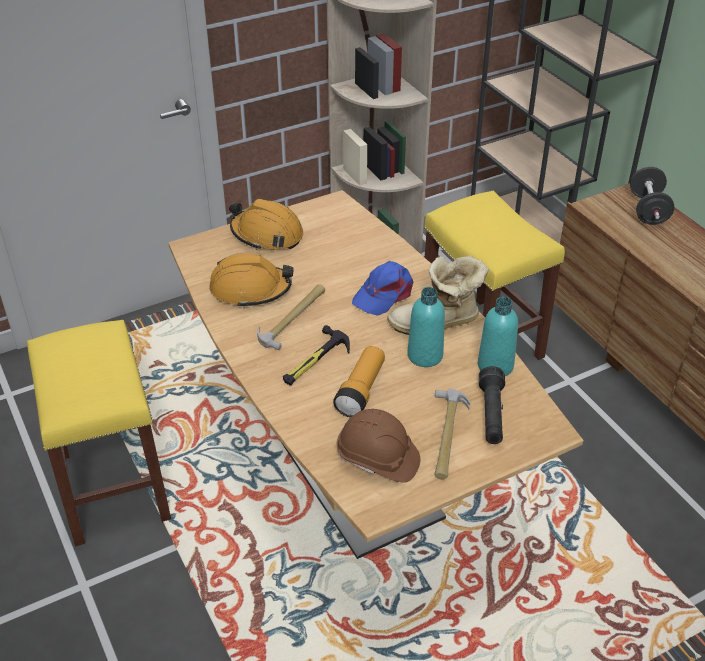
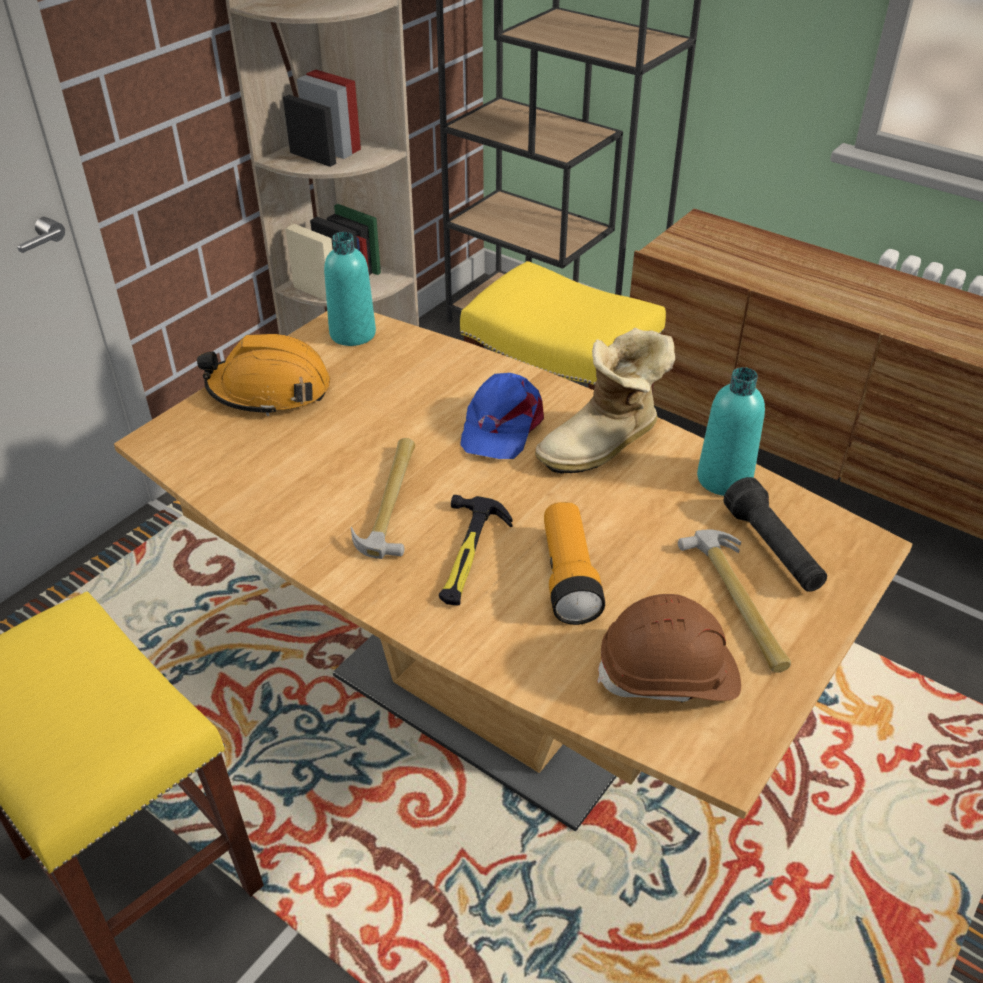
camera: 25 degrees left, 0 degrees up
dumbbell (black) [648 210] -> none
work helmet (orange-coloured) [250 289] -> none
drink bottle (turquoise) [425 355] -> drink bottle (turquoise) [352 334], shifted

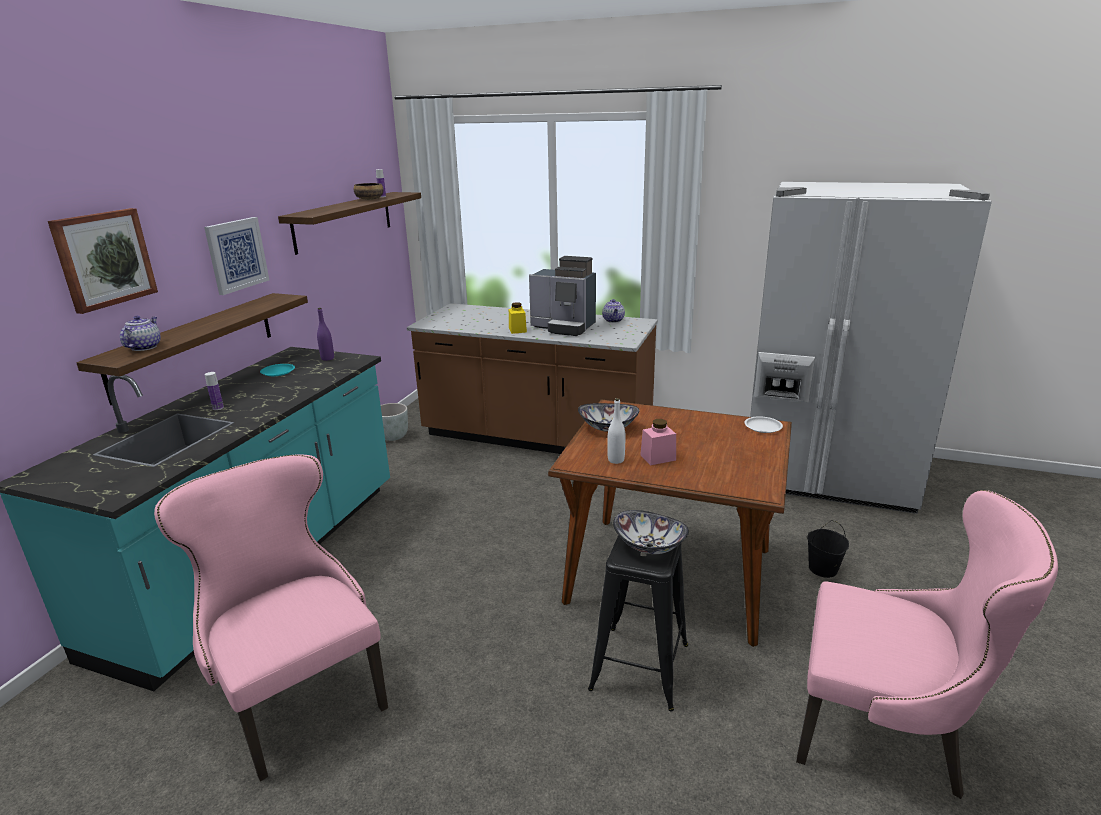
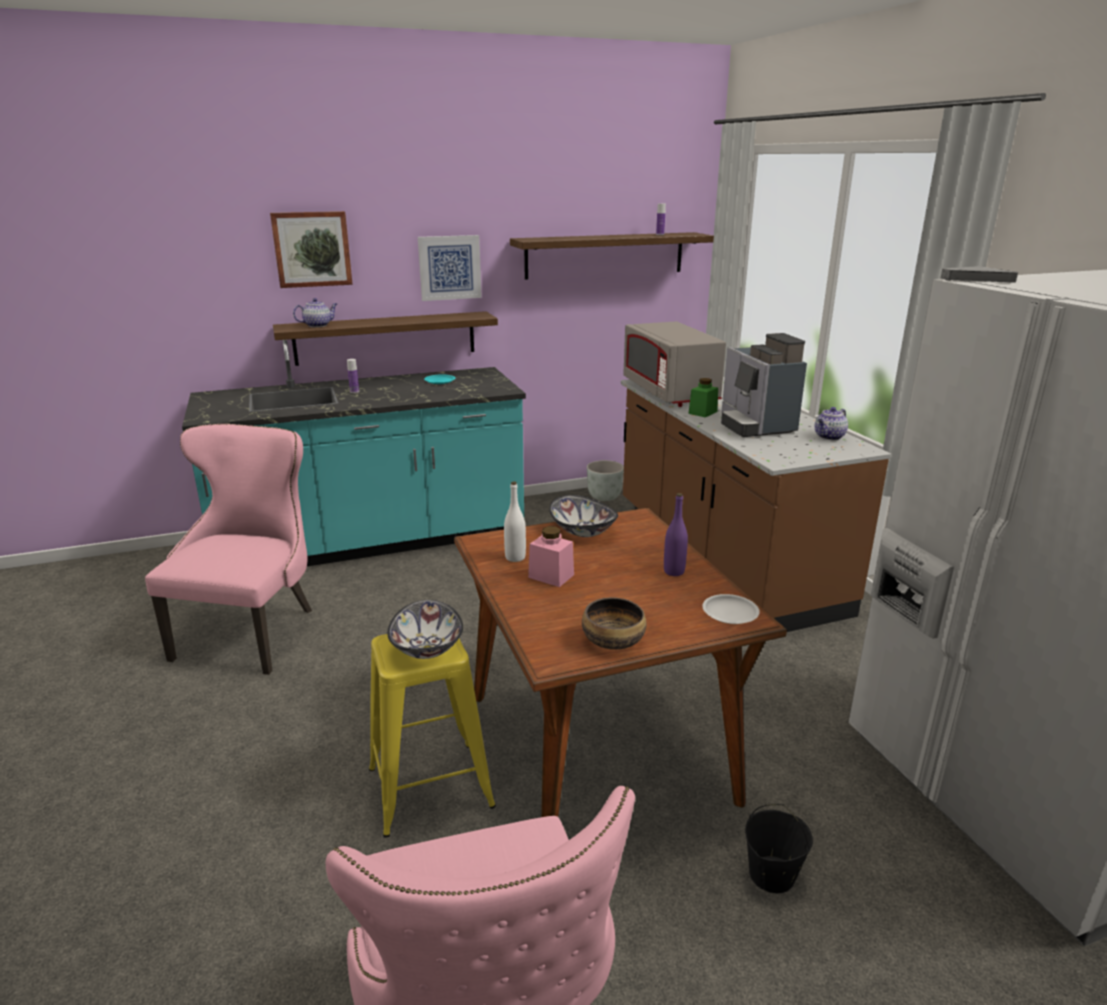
camera: 50 degrees right, 0 degrees up
bowl [369 199] -> bowl [613 639], shifted
jar (yellowish) [517 330] -> jar (greenish) [702 412]
drink bottle (purplish) [327 358] -> drink bottle (purplish) [674 571], shifted
sitting stool (black) [639 666] -> sitting stool (yellowish) [430 787]
none -> microwave oven (greyish) [669 392]

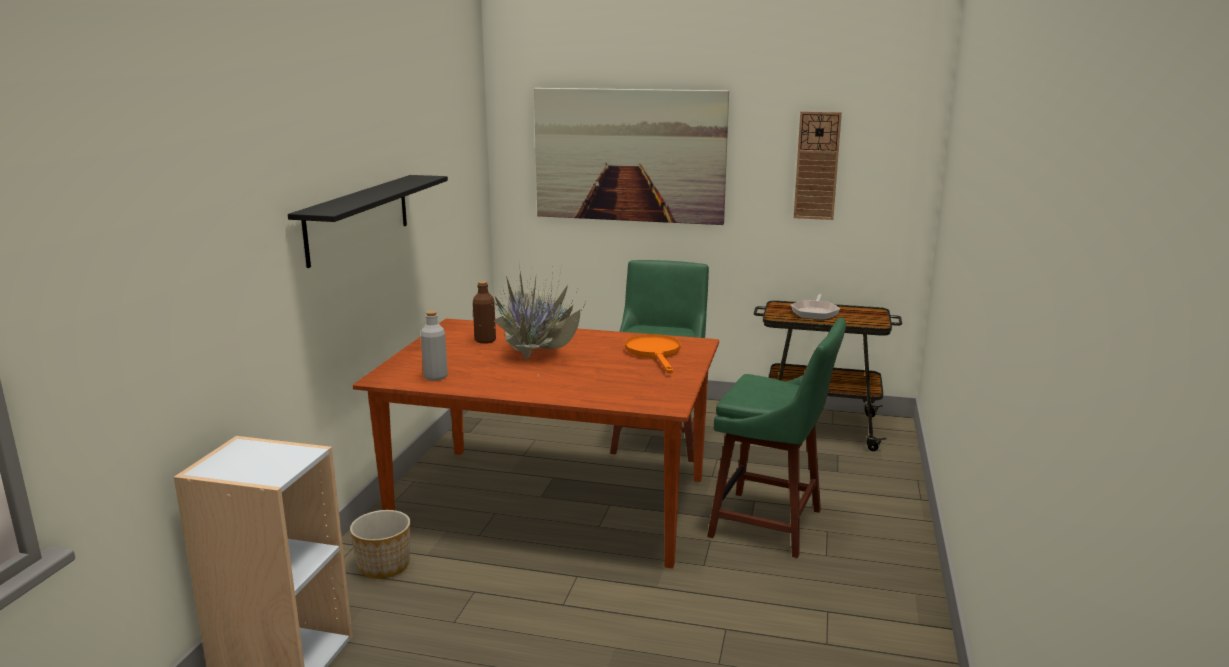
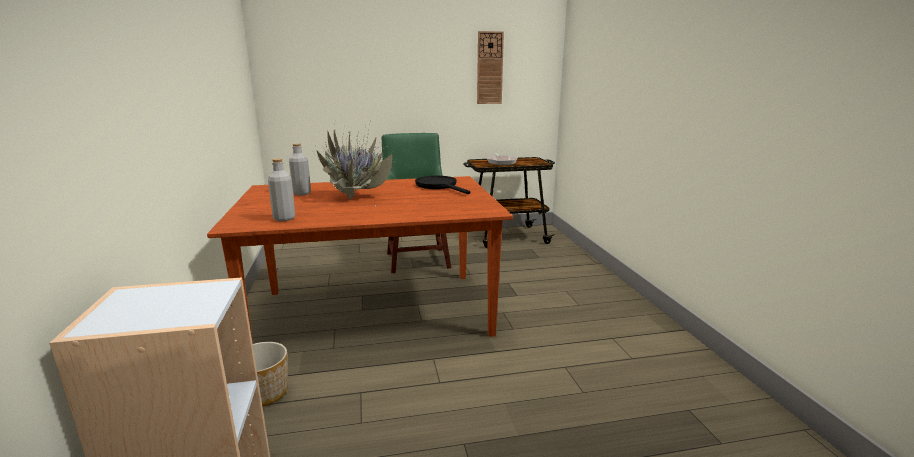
camera: 25 degrees left, 0 degrees up
picture [629 155] -> none
shelf (black) [358 218] -> none
drink bottle (brown-coloured) [485 340] -> drink bottle (greyish) [301 193]
upright chair (greenish) [772 524] -> none
pan (orange-coloured) [655 353] -> pan (black) [439 186]

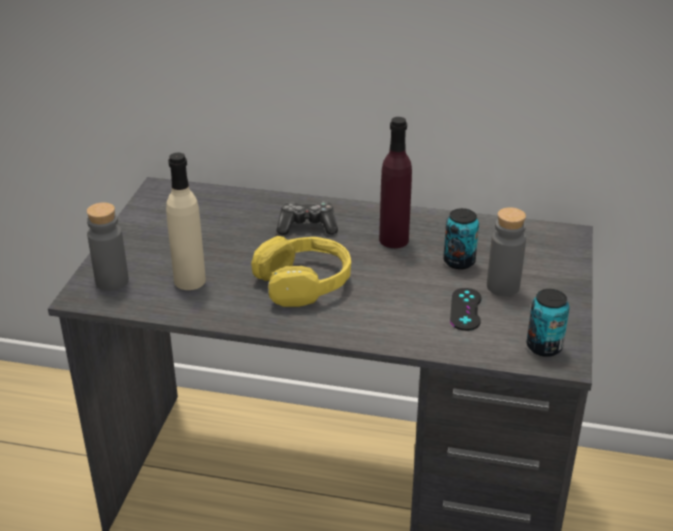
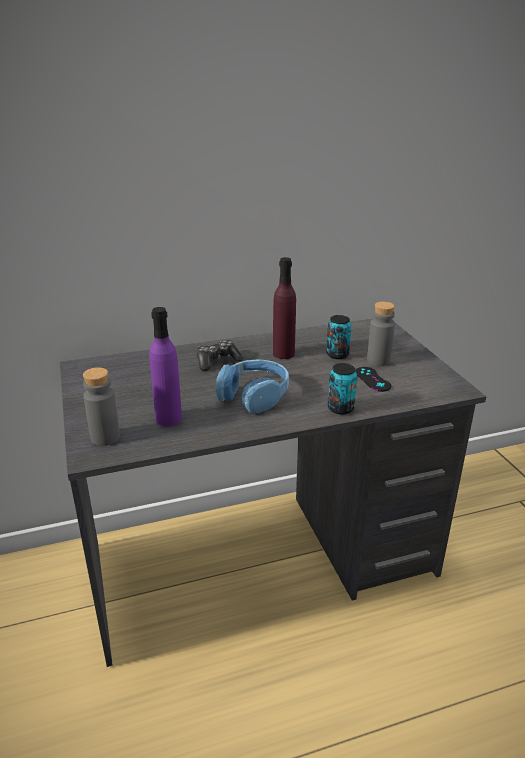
camera: 30 degrees left, 5 degrees down
drink bottle (beige) [190 281] -> drink bottle (purplish) [168 418]
pair of headphones (yellowish) [304 283] -> pair of headphones (blue) [254 395]
sealed can [544 347] -> sealed can [340 408], shifted

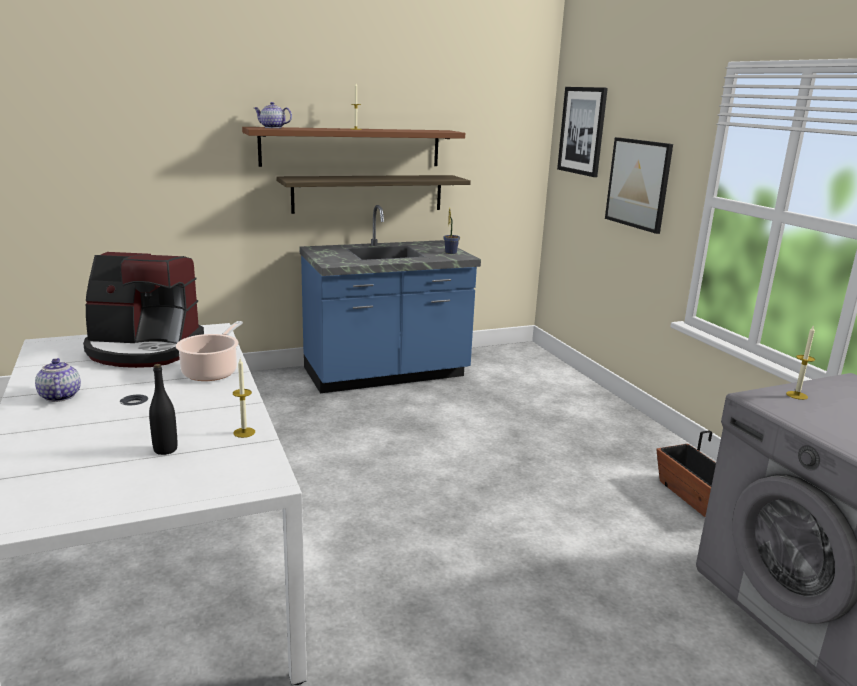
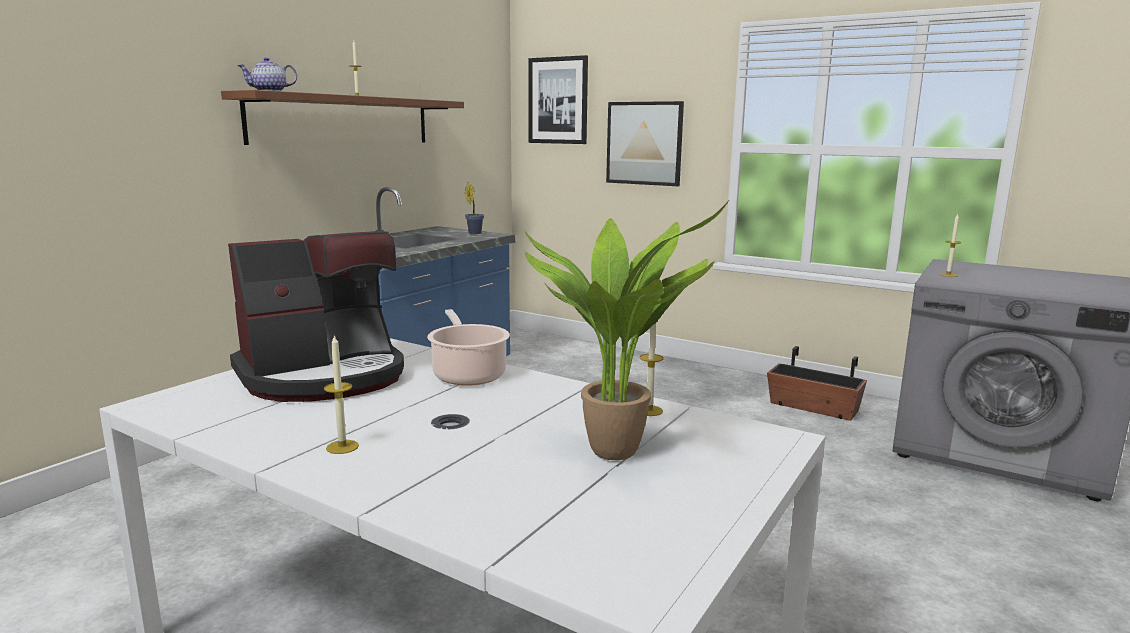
camera: 35 degrees left, 5 degrees down
shelf [368 193] -> none
teapot [59 396] -> candle [342 447]
drink bottle (black) [165 450] -> houseplant [619 449]

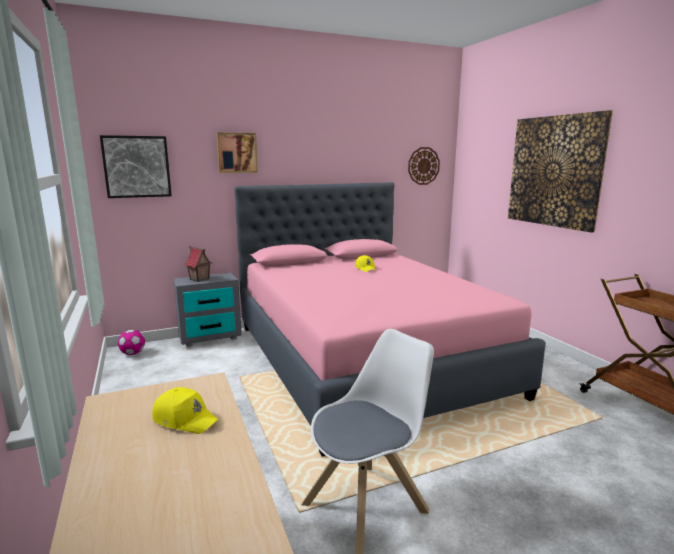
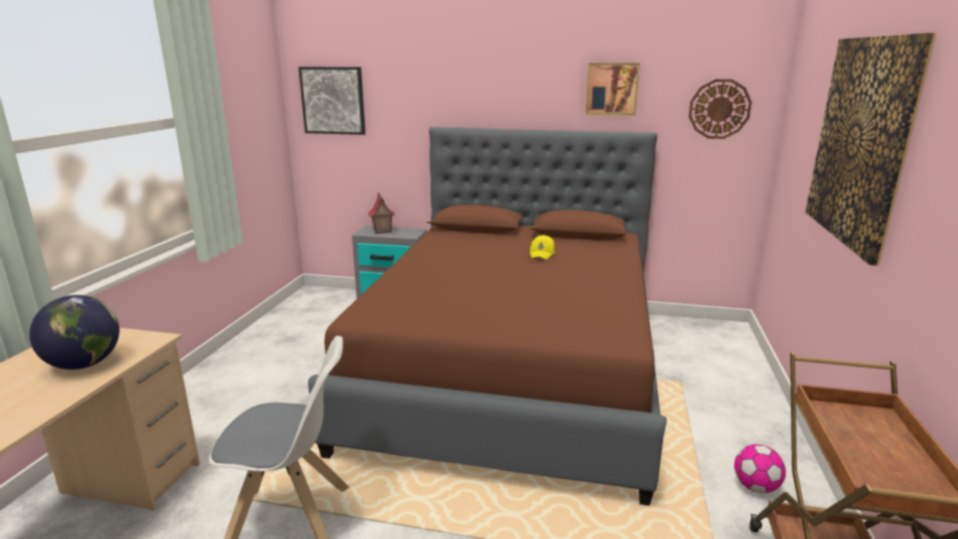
camera: 35 degrees right, 5 degrees up
picture [237 153] -> picture [612 88], shifted
sleeping bed (pink-coloured) [365 358] -> sleeping bed (brown-coloured) [512 370]
football ball [133 353] -> football ball [755 487], shifted
cap (yellowish) [185 419] -> globe [85 364]

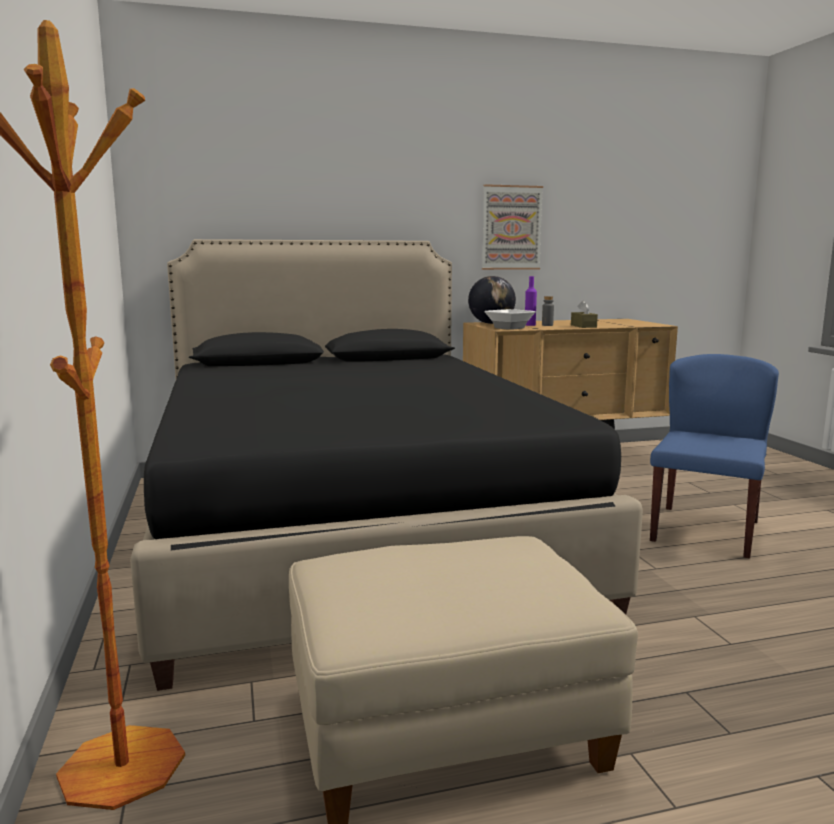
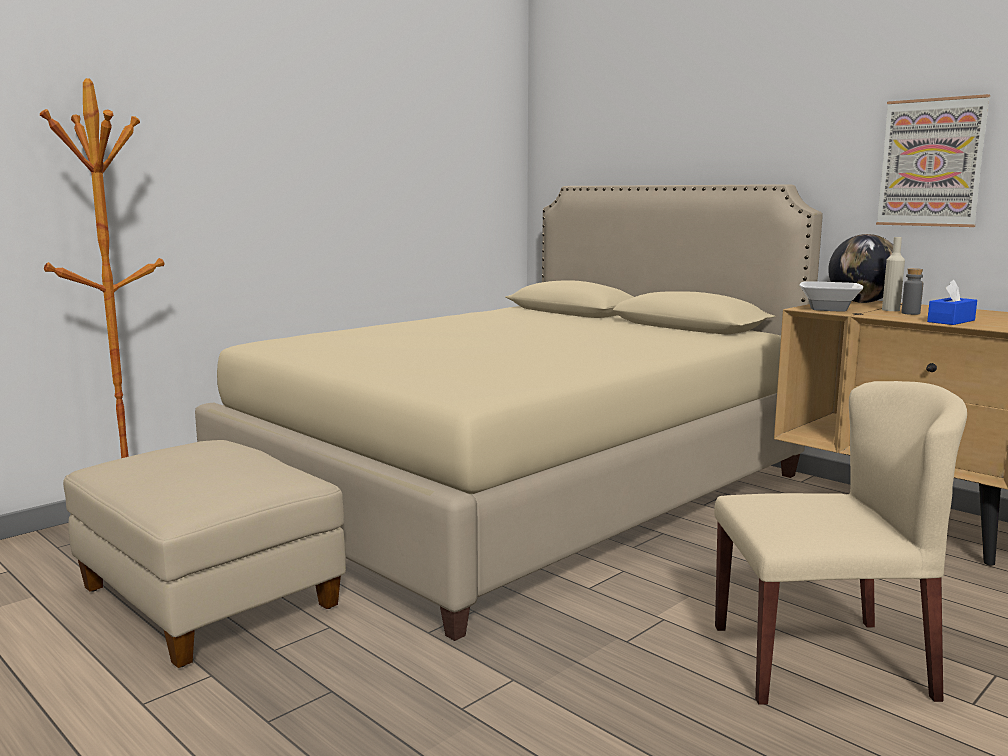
camera: 60 degrees right, 0 degrees up
sleeping bed (black) [351 531] -> sleeping bed (beige) [519 491]
drink bottle (purplish) [530 325] -> drink bottle (beige) [890 310]
tissue holder (brown-coloured) [583 326] -> tissue holder (blue) [951 321]
upright chair (blue) [704 530] -> upright chair (beige) [821 660]

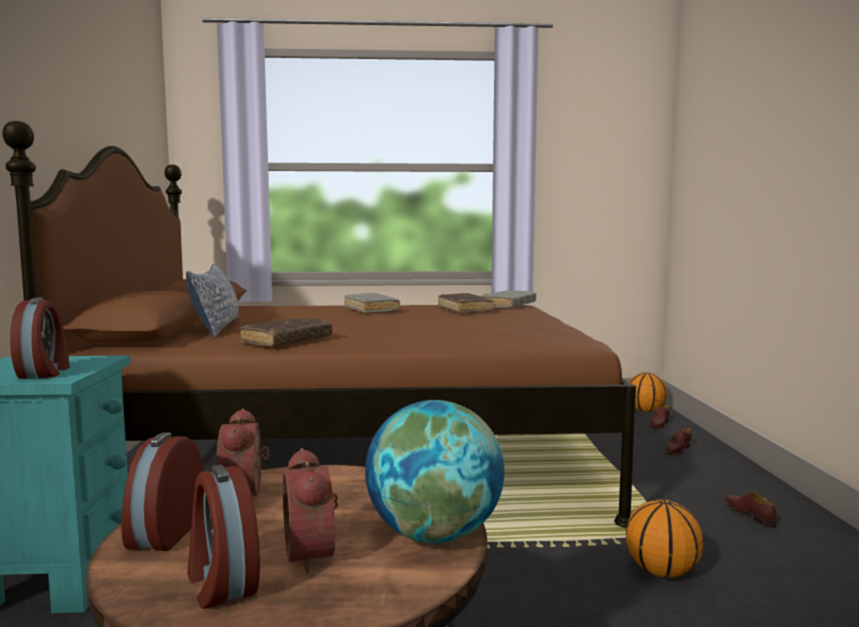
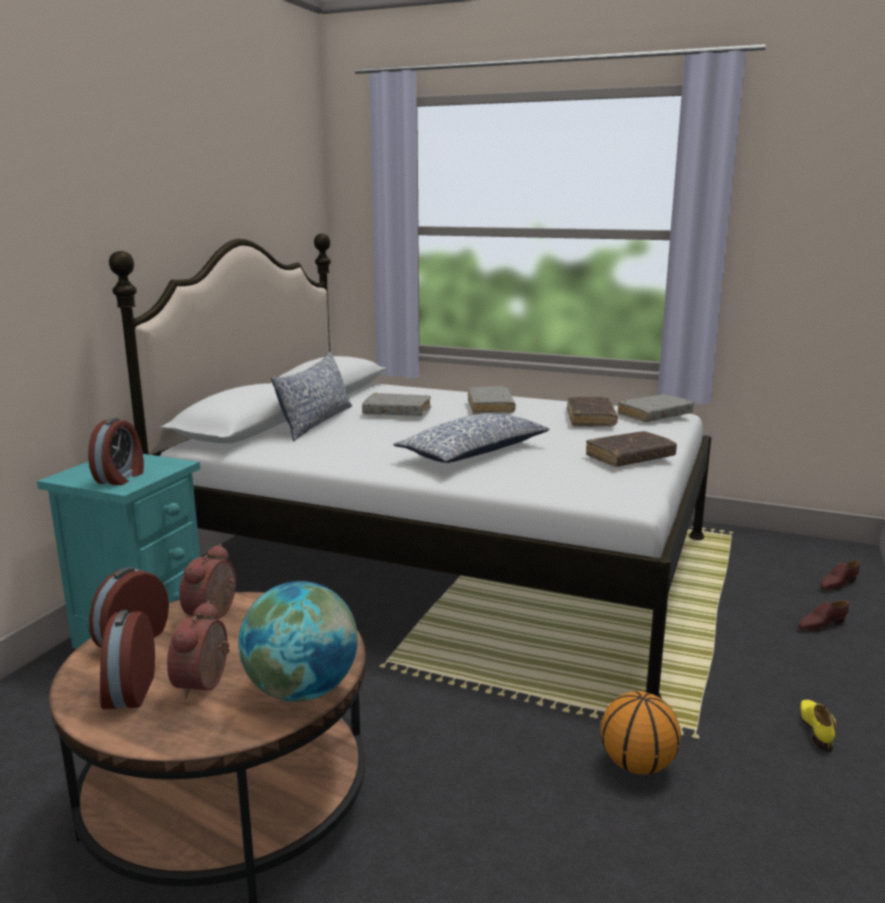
camera: 25 degrees right, 10 degrees up
sleeping bed (brown-coloured) [355 459] -> sleeping bed (white-coloured) [448 565]
bound book (brown-coloured) [287 341] -> bound book (brown-coloured) [630 457], shifted
ball for basketball [646 411] -> none
shoe (brown-coloured) [749 515] -> shoe (yellowish) [816 728]
none -> bound book (greyish) [397 412]
none -> cushion [475 453]

